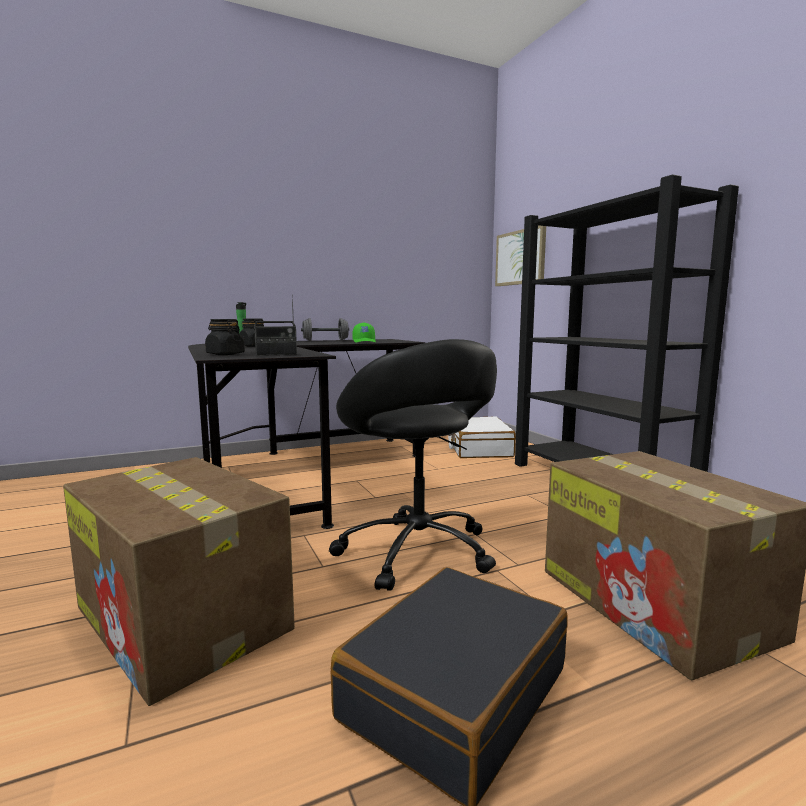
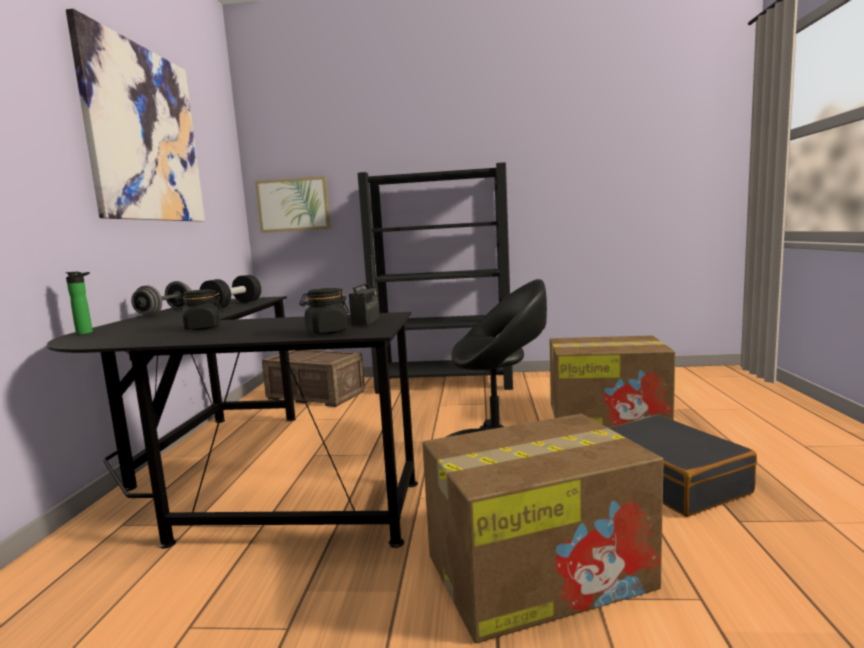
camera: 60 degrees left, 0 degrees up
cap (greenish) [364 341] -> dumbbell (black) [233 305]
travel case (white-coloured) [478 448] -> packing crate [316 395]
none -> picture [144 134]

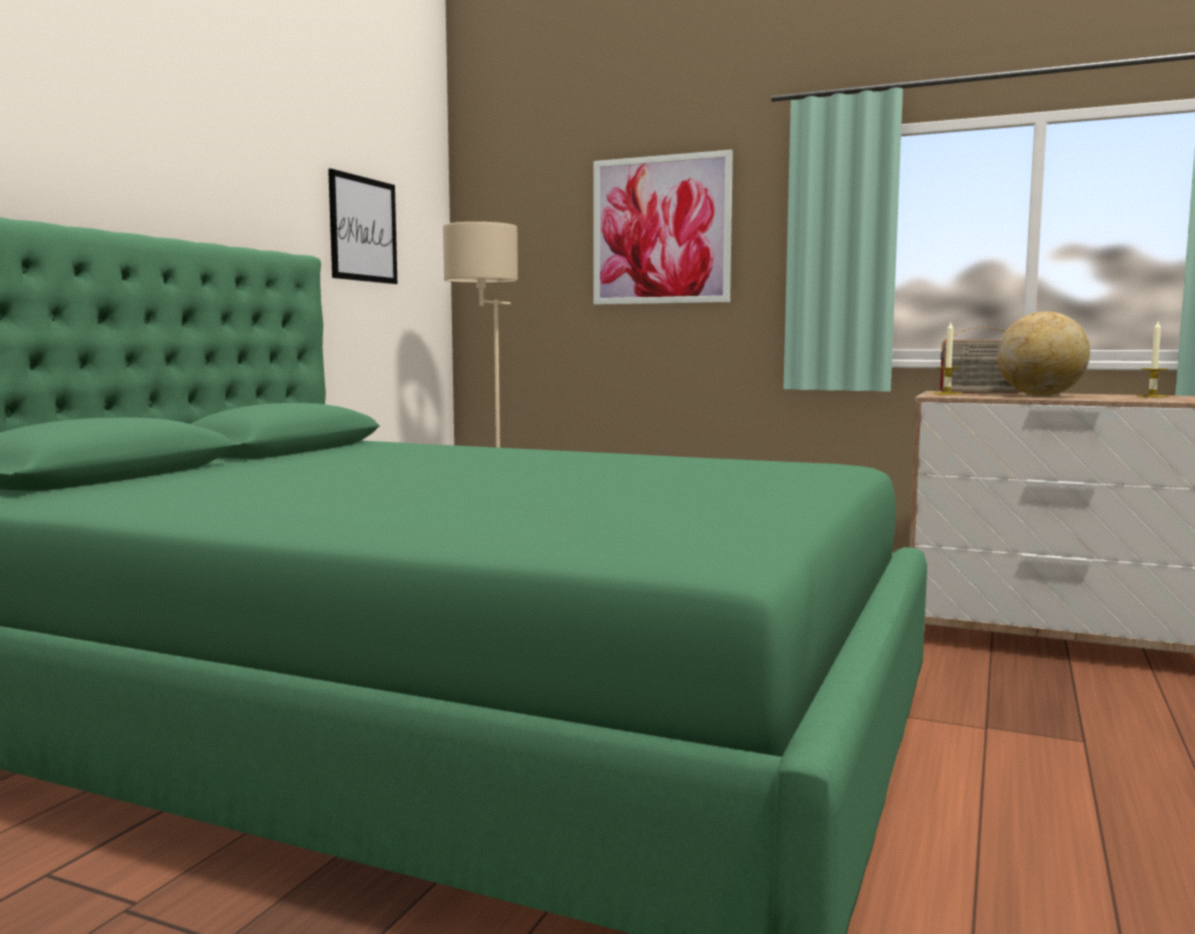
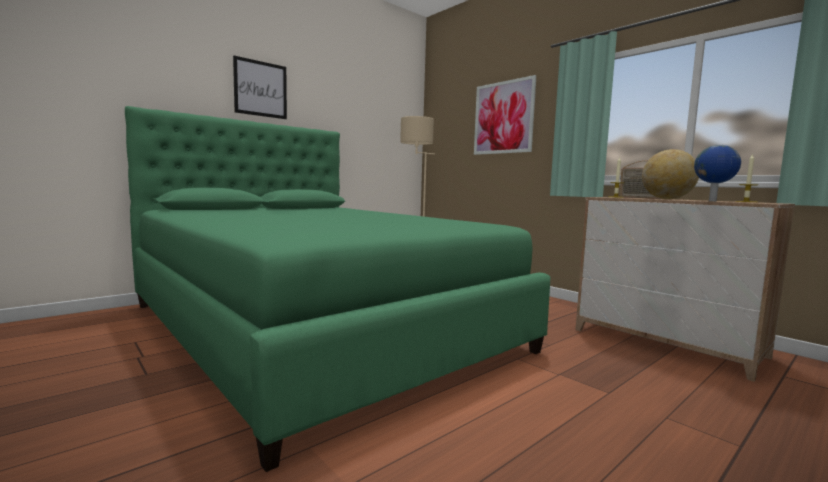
camera: 25 degrees right, 0 degrees up
picture [363 229] -> picture [260 89], shifted
none -> globe [712 201]

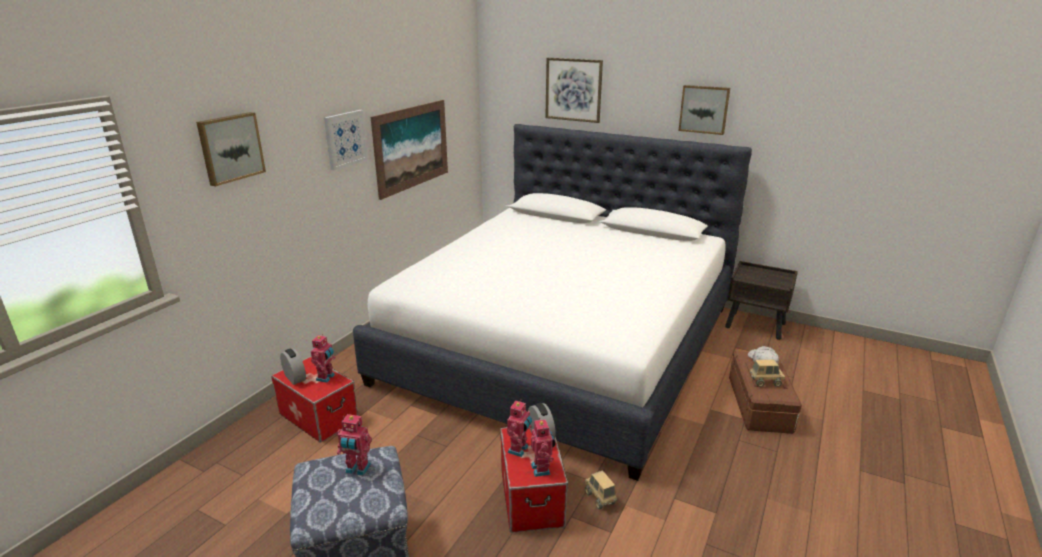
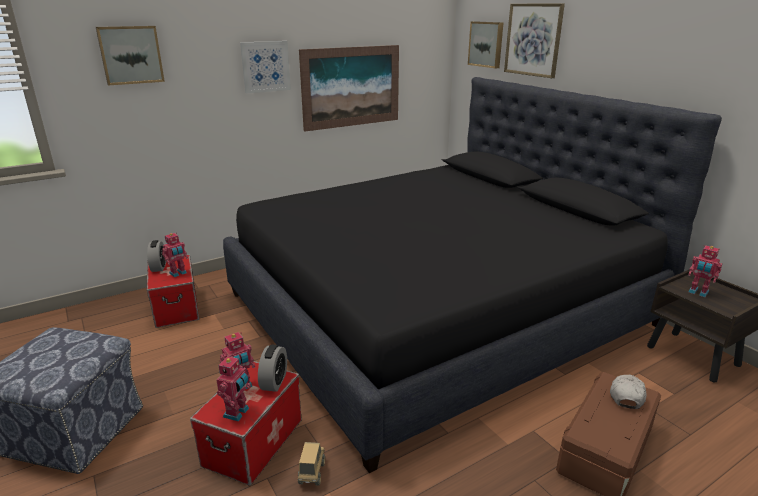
camera: 30 degrees right, 0 degrees up
picture [704 109] -> picture [486 44], shifted
sleeping bed (white-coloured) [562 343] -> sleeping bed (black) [437 309]
model truck [765 382] -> none
model robot [357 469] -> model robot [698 292], shifted

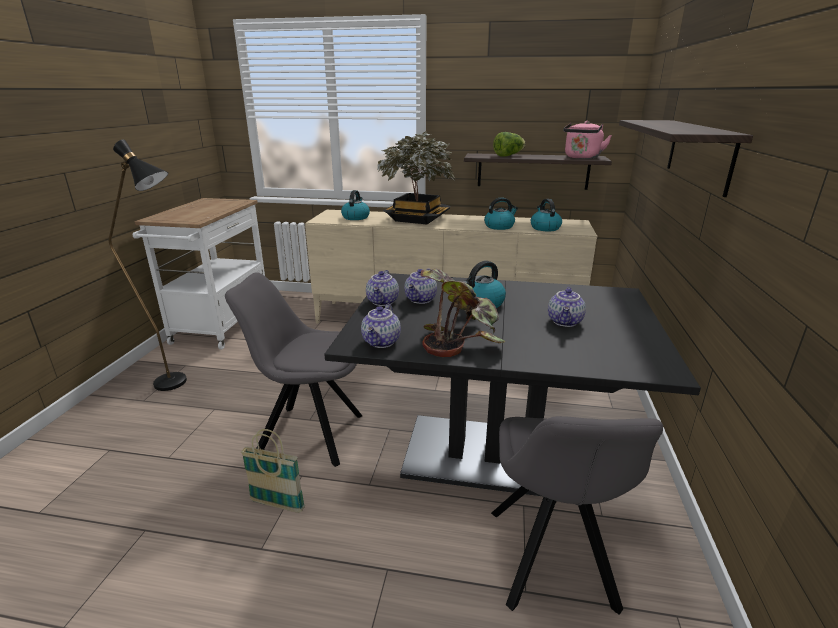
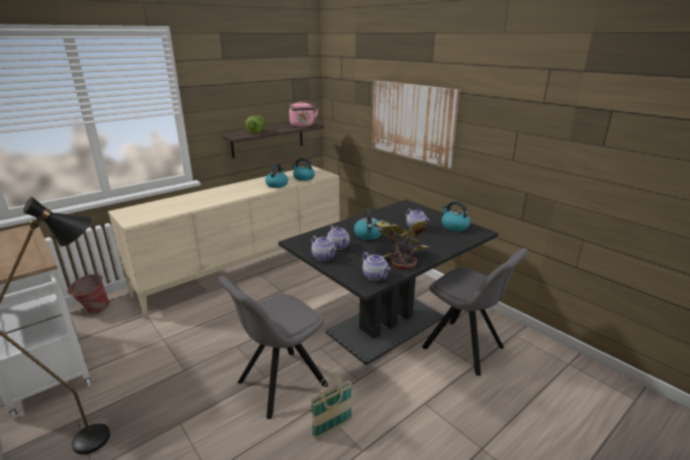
camera: 50 degrees left, 0 degrees up
shelf [699 154] -> picture [412 121]
houseplant [417 219] -> none
tea kettle [355 217] -> tea kettle [454 226], shifted
none -> bucket [93 310]

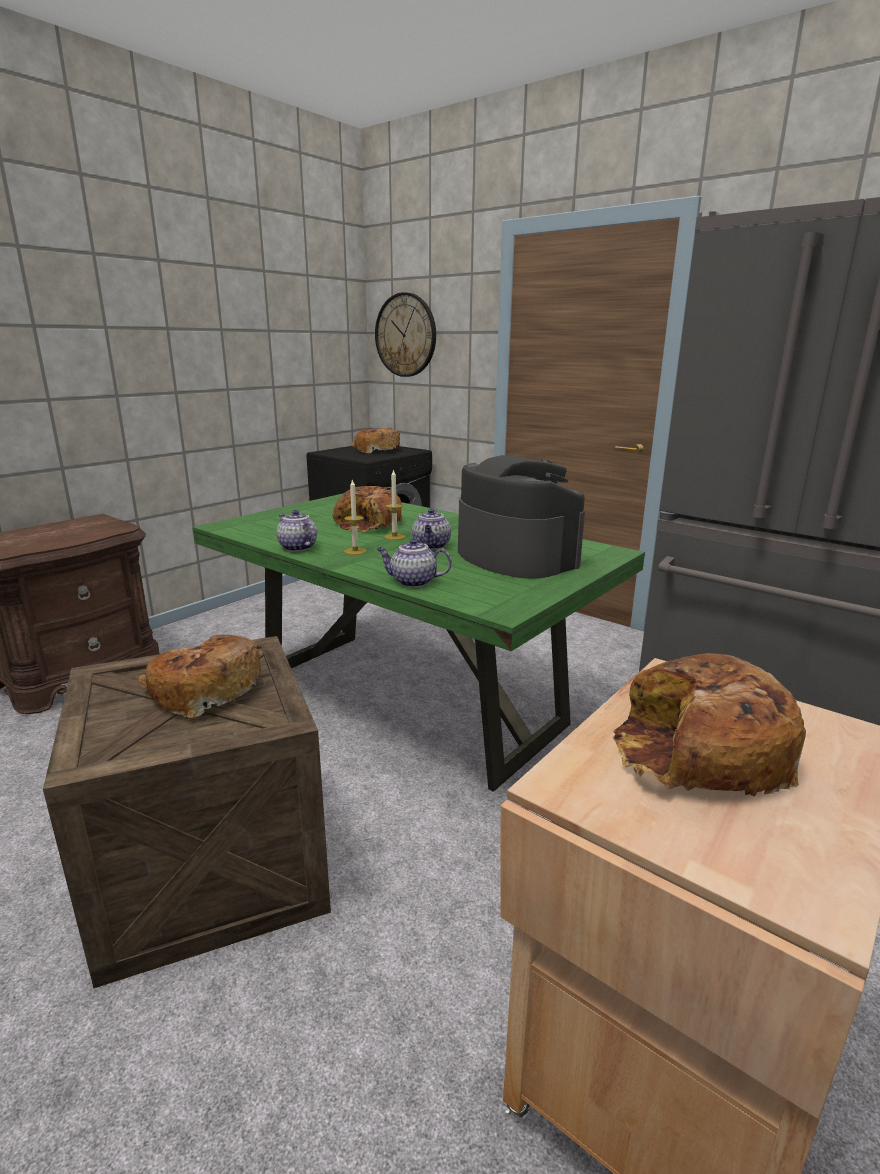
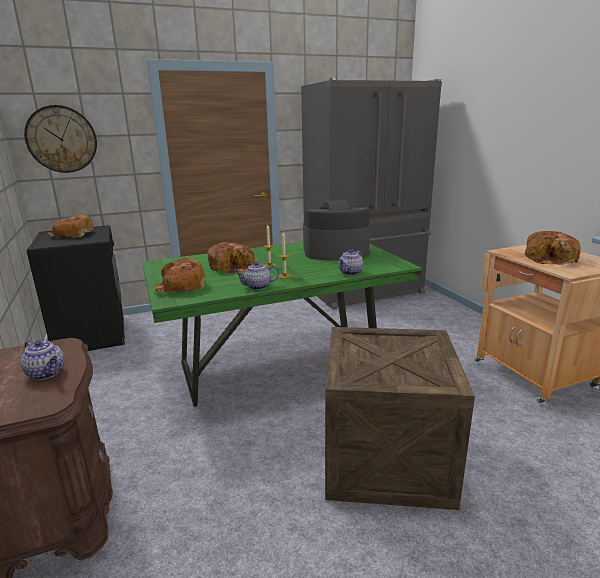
camera: 60 degrees left, 0 degrees up
teapot [431 546] -> teapot [47 373], shifted
baked bread [204 690] -> baked bread [180 286], shifted

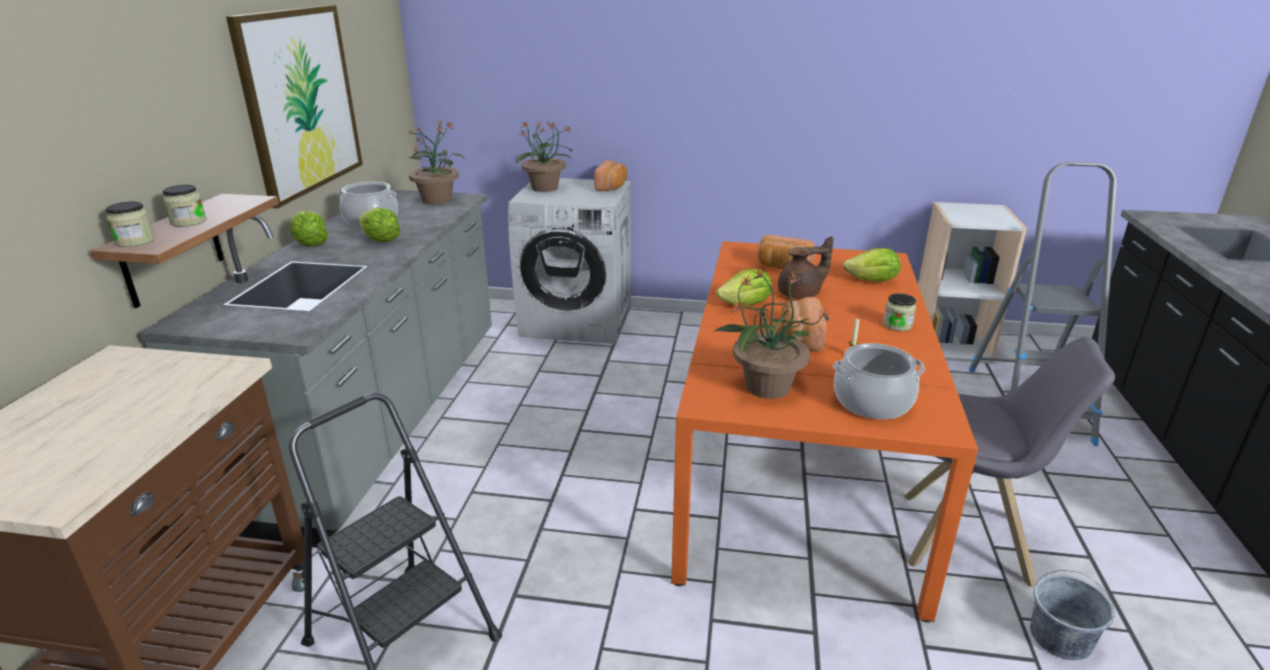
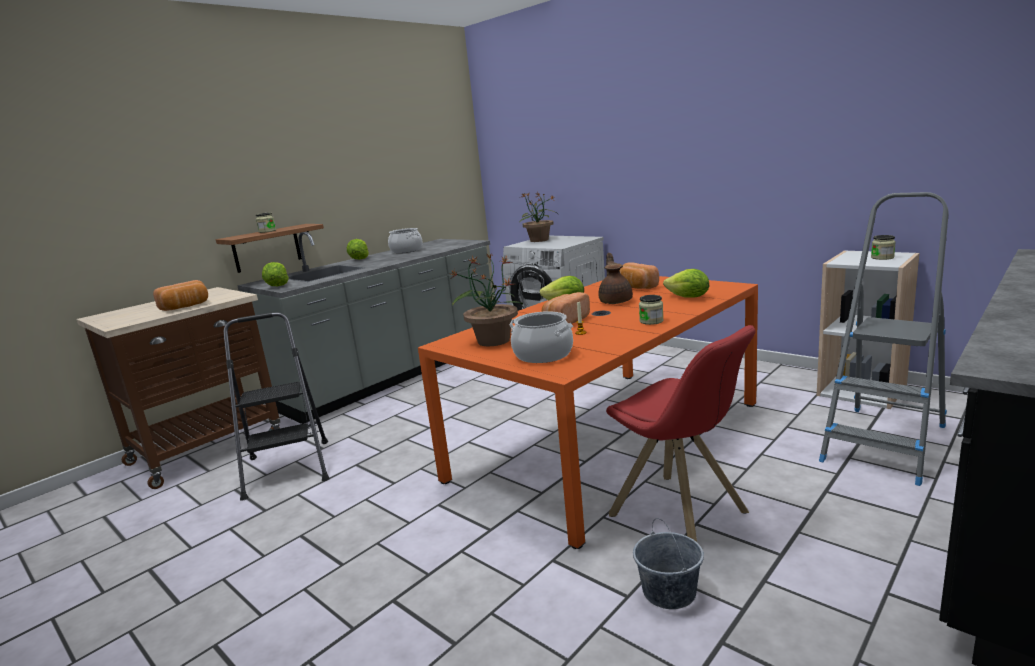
camera: 35 degrees right, 10 degrees down
picture [300 101] -> none
houseplant [437 199] -> none
baked bread [612 187] -> baked bread [186 307], shifted
jar [135 241] -> jar [882 257], shifted
lettuce [381 241] -> lettuce [277 286], shifted
teapot (brown-coloured) [801 294] -> teapot (brown-coloured) [616 301], 105 degrees counterclockwise
upright chair (greyish) [966 539] -> upright chair (reddish) [679 513]

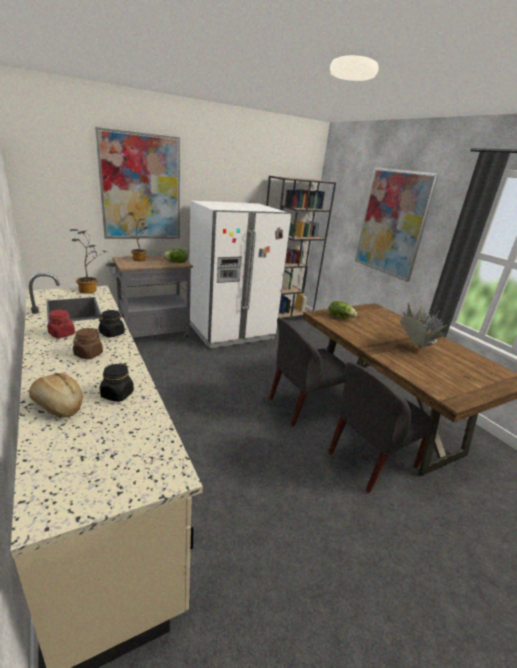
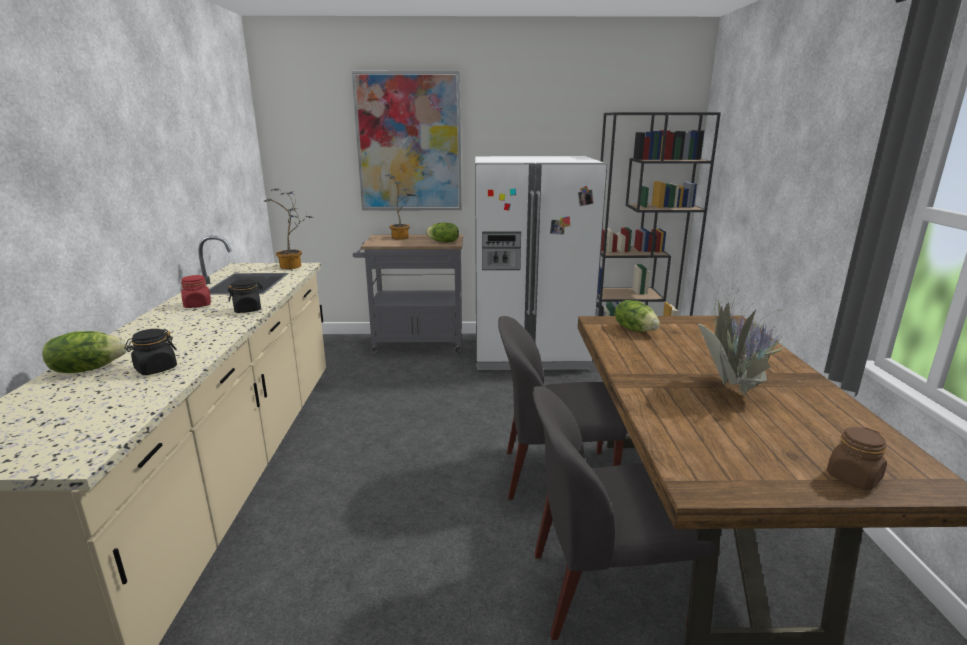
camera: 30 degrees right, 5 degrees down
picture [392 223] -> none
jar (brown-coloured) [88 354] -> jar (brown-coloured) [853 477], shifted
baked bread [57 406] -> lettuce [87 369]

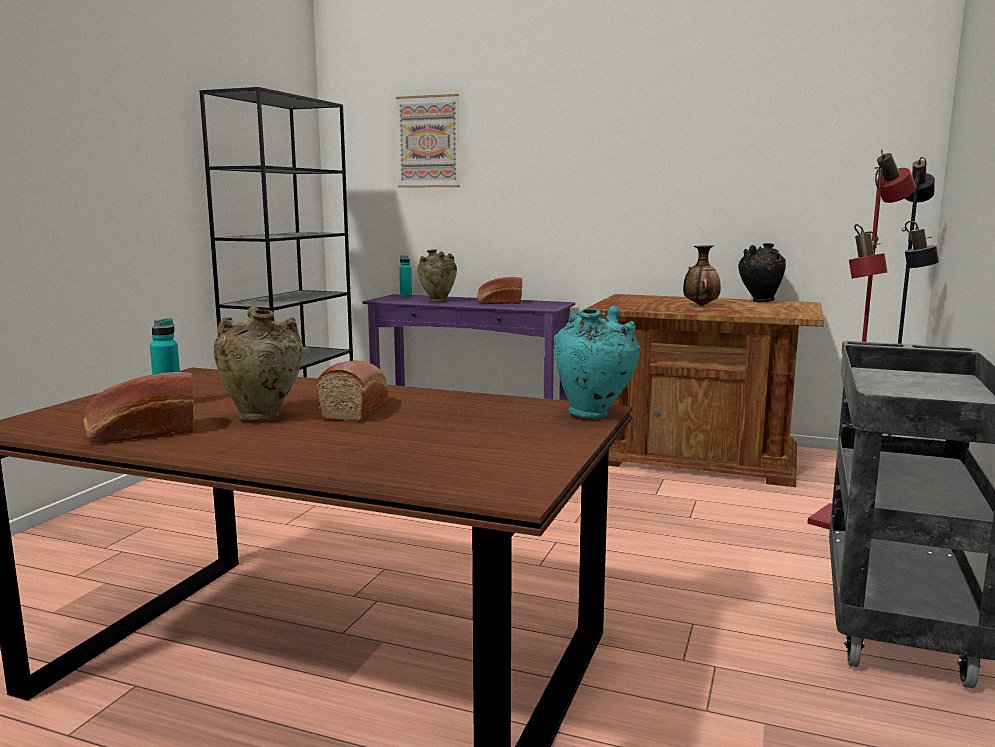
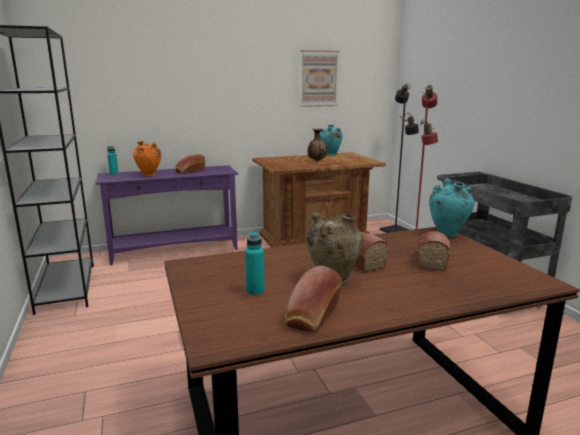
camera: 40 degrees left, 5 degrees up
picture [428 142] -> picture [319 78], shifted
flower vase (black) [759 301] -> flower vase (turquoise) [330 154]
flower vase (beige) [437 301] -> flower vase (orange-coloured) [149 175]
none -> baked bread [431 259]

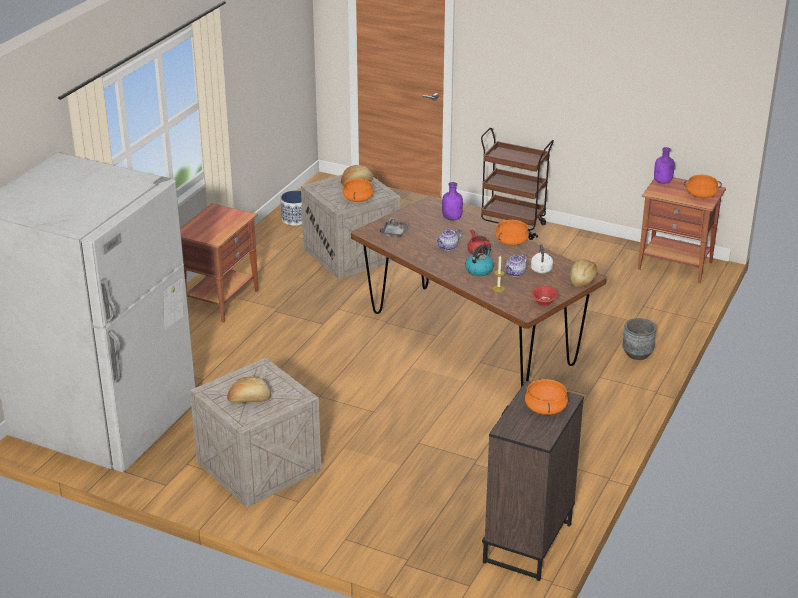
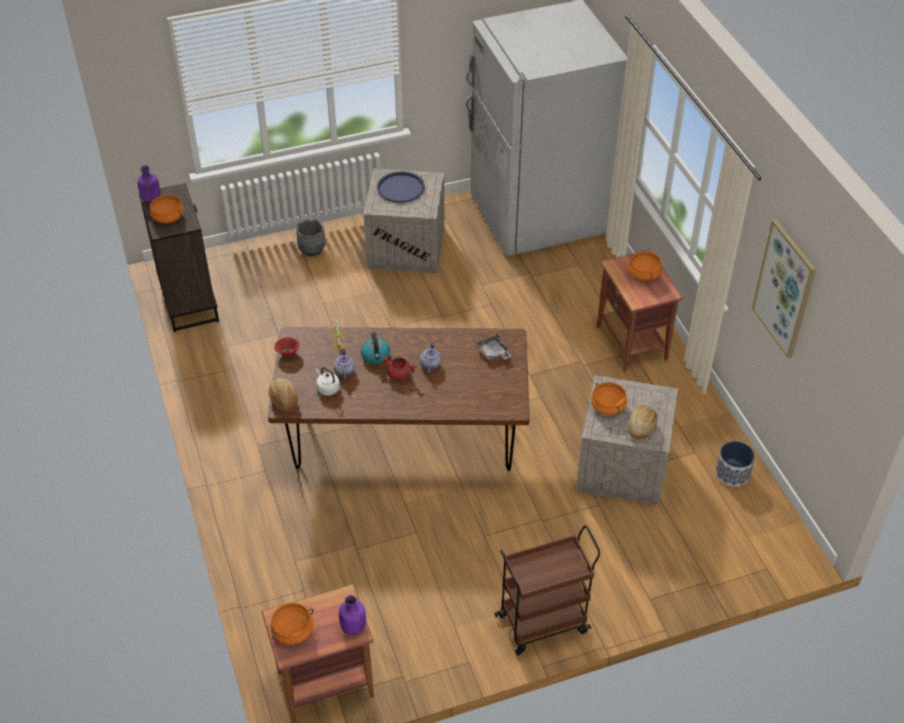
camera: 135 degrees right, 15 degrees up
drink bottle (purplish) [452 218] -> drink bottle (purplish) [151 199], shifted
stockpot (orange-coloured) [511 242] -> stockpot (orange-coloured) [644 274], shifted
plant pot (greyish) [637 354] -> plant pot (greyish) [312 250], shifted
baked bread [249 399] -> carrying tray (blue) [400 188]
none -> picture [784 289]

